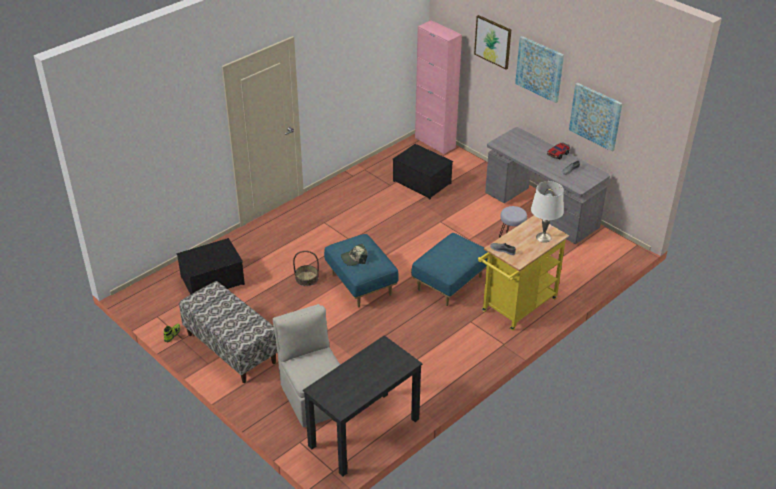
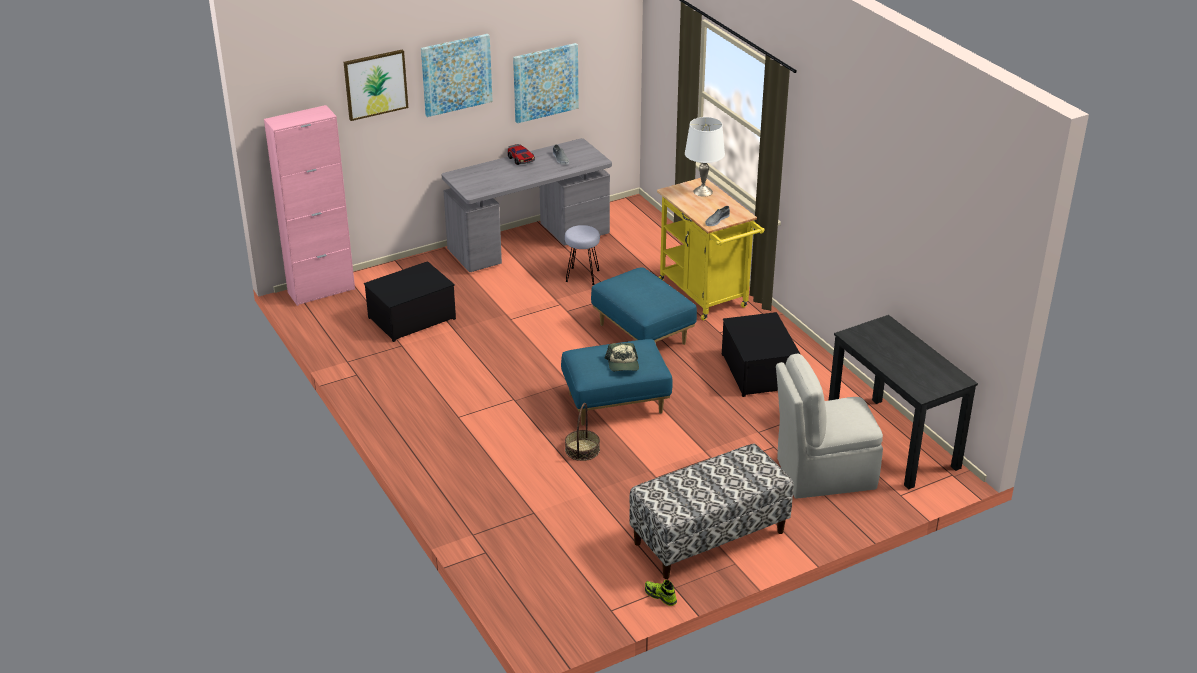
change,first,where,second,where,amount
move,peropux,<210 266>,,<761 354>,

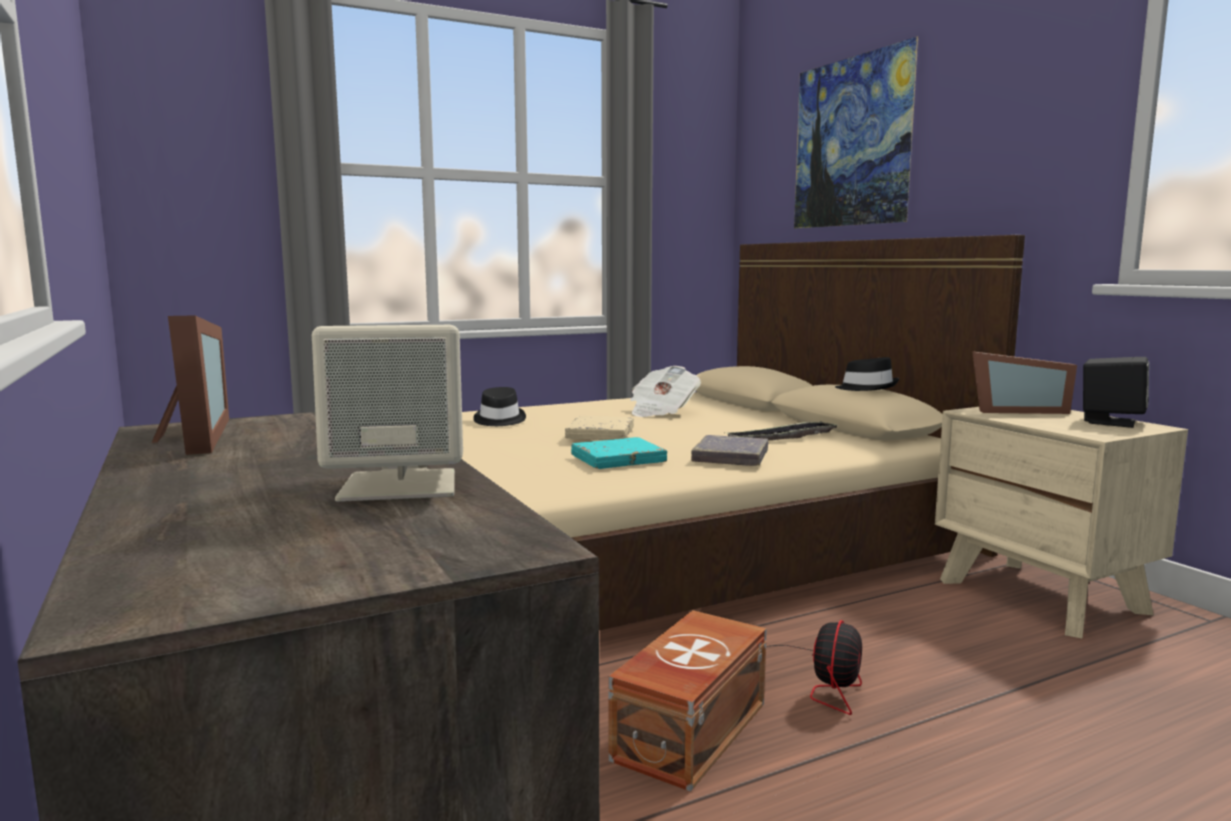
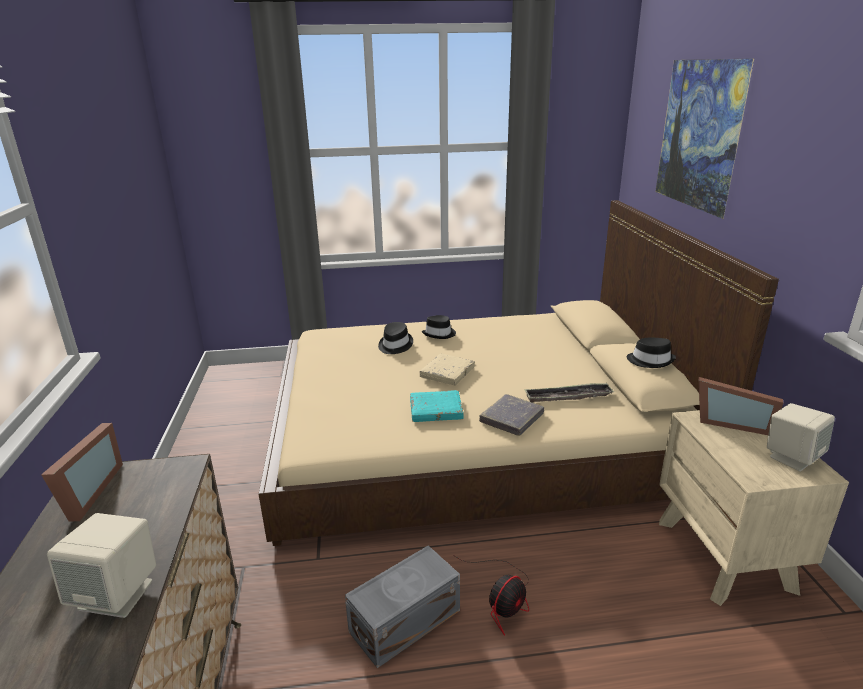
change,first,where,second,where,amount
recolor,brown peropux,<687 701>,grey peropux,<402 606>,
delete,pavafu,<665 391>,,,
recolor,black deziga,<1116 392>,beige deziga,<801 437>,
insert,,,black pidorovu,<438 327>,

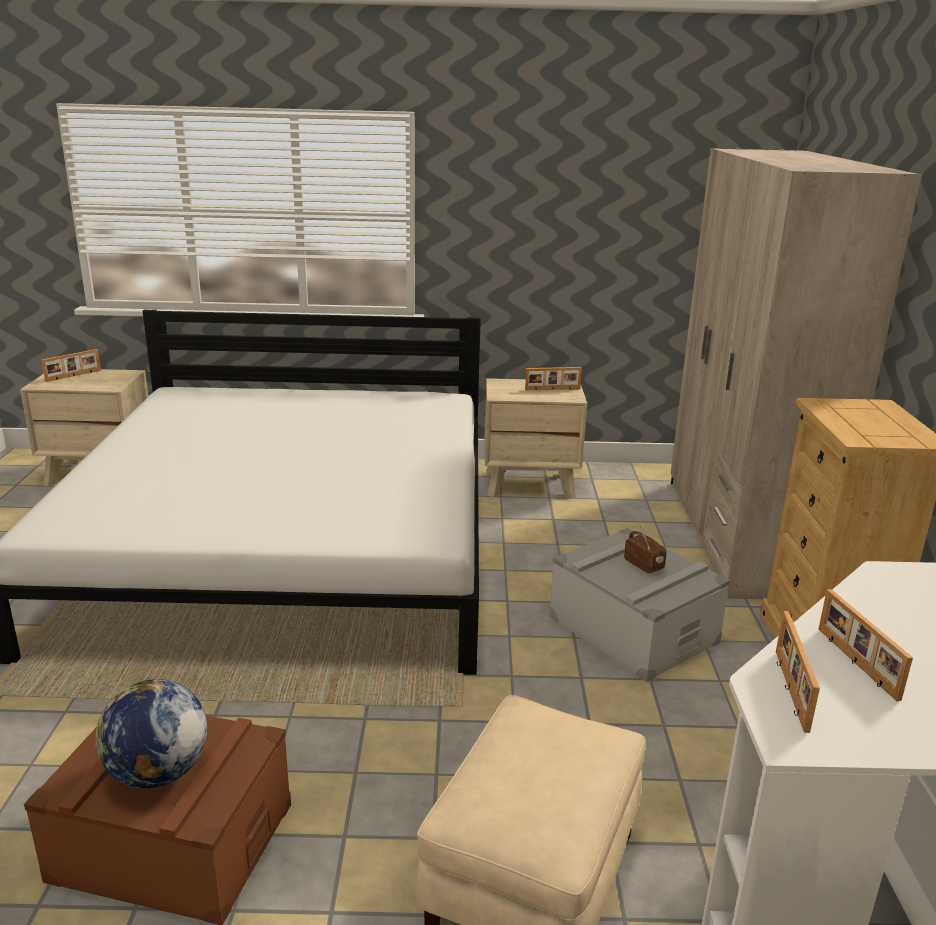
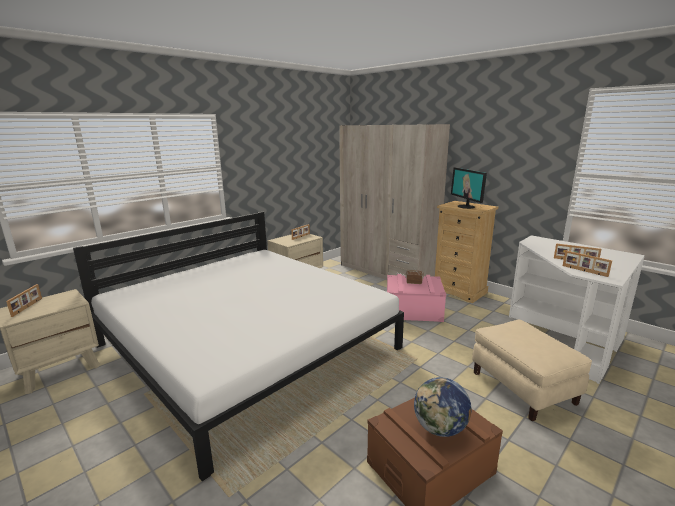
change,first,where,second,where,amount
recolor,grey peropux,<639 605>,pink peropux,<416 298>,
insert,,,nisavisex,<469 188>,

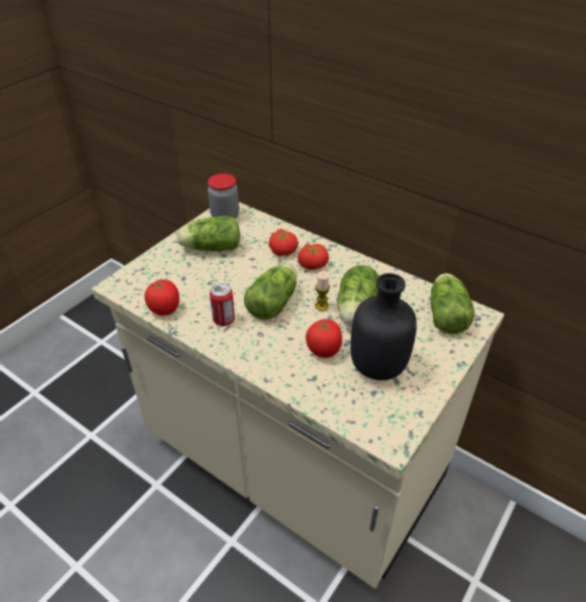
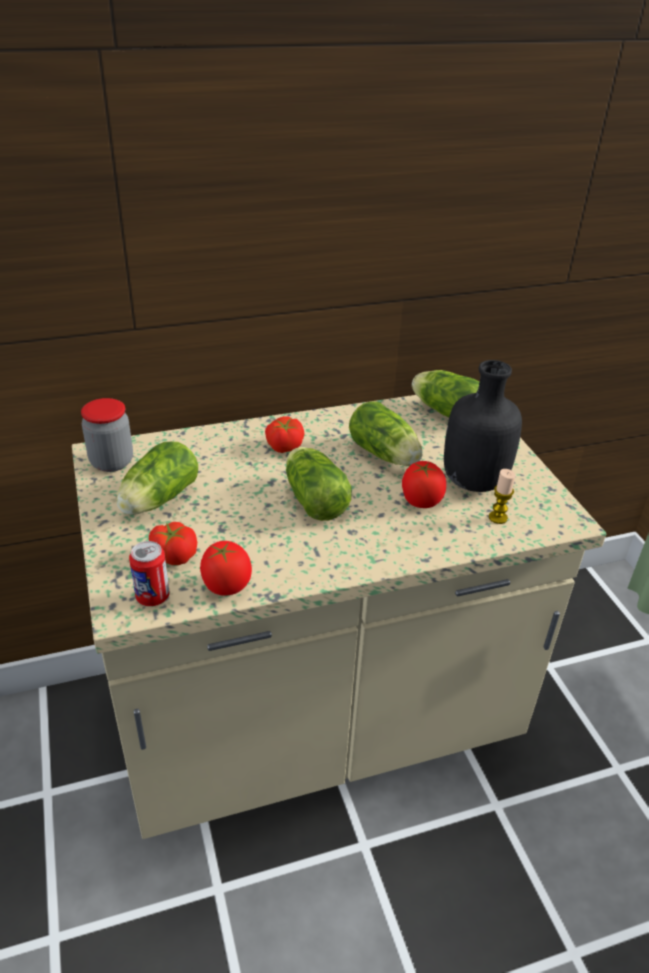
change,first,where,second,where,amount
move,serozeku,<222 304>,,<149 573>,
move,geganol,<283 242>,,<173 543>,
move,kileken,<322 291>,,<502 496>,

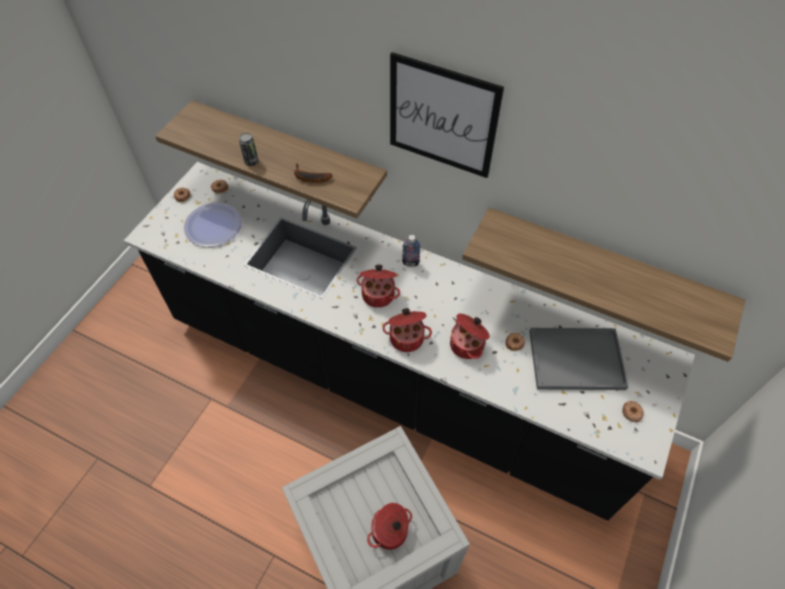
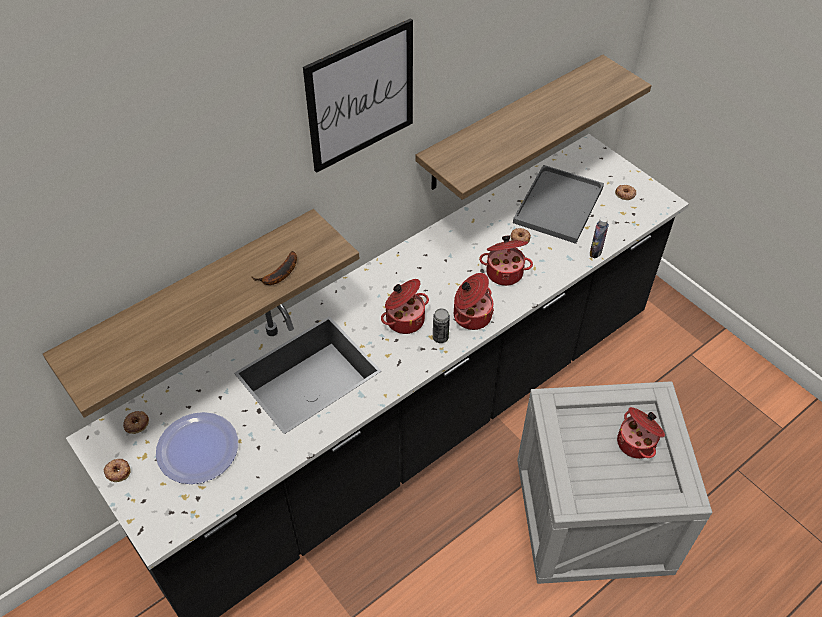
change,first,where,second,where,amount
move,serozeku,<248 149>,,<441 325>,
move,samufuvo,<411 251>,,<599 238>,

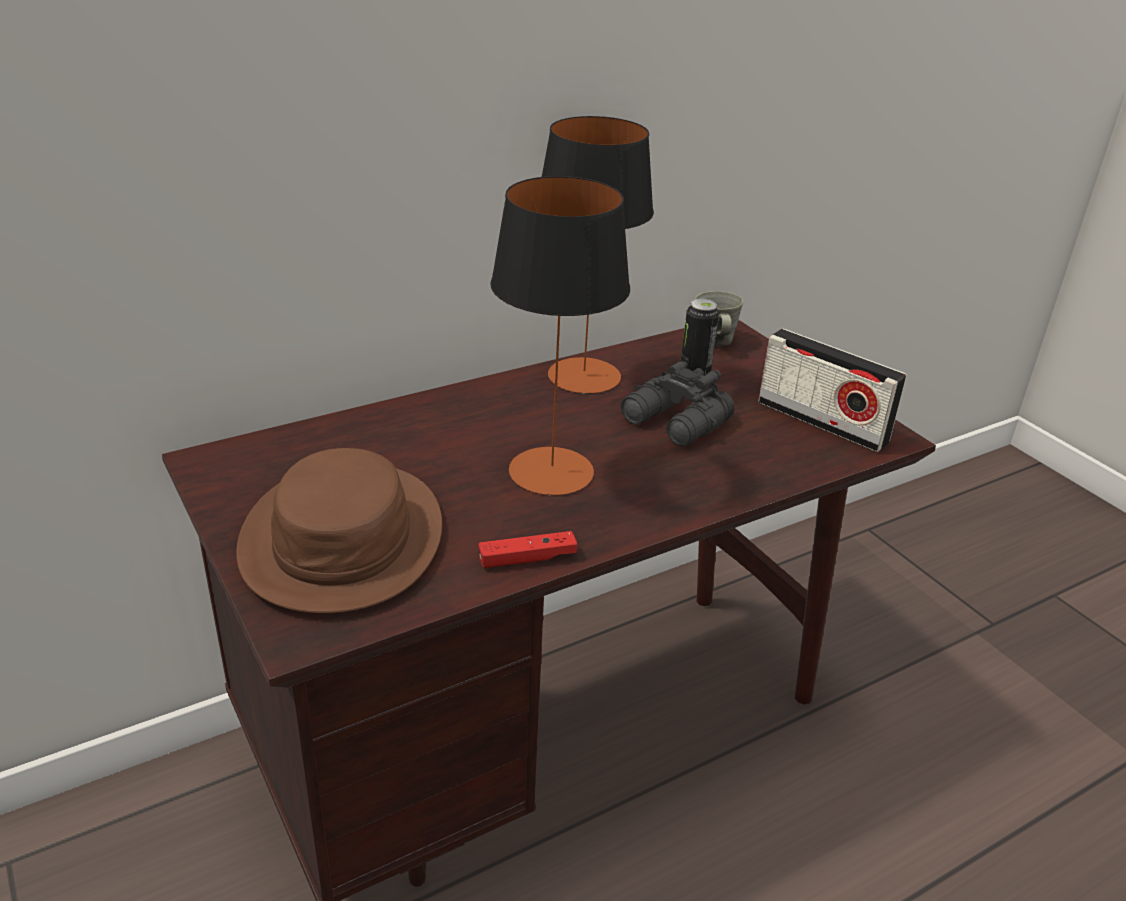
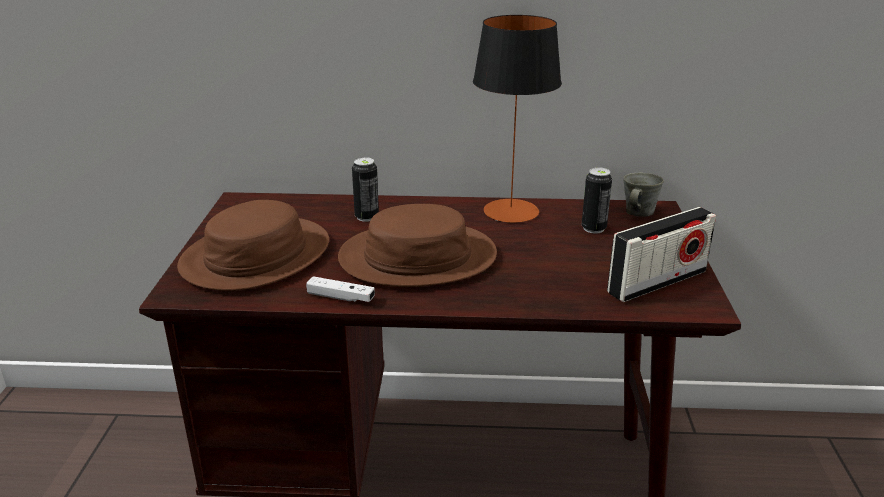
change,first,where,second,where,amount
recolor,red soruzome,<527 549>,white soruzome,<340 289>,
replace,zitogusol,<560 336>,brown pidorovu,<417 245>,
delete,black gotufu,<678 403>,,,
rotate,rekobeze,<832 390>,,<661 254>,105 degrees counterclockwise
insert,,,serozeku,<365 189>,

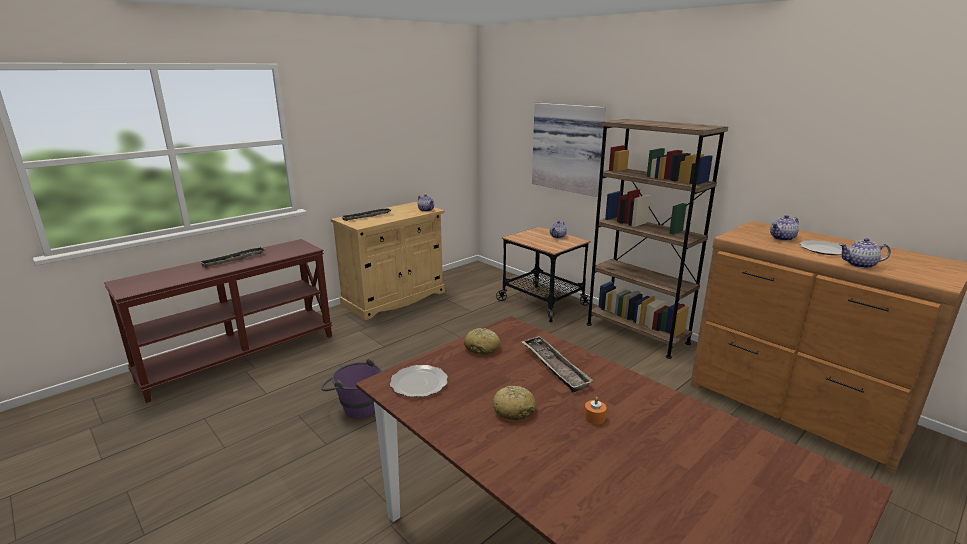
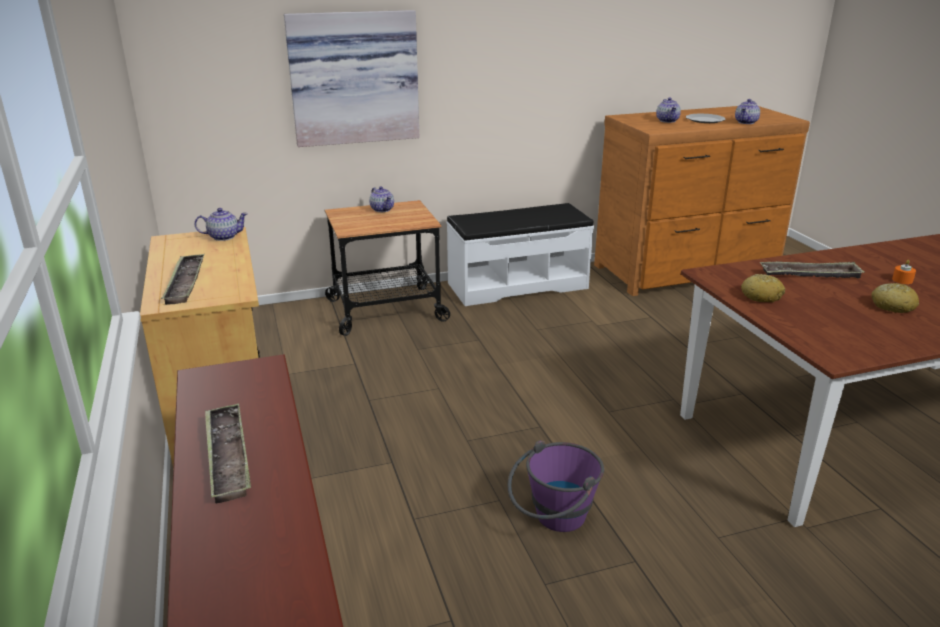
change,first,where,second,where,amount
delete,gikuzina,<419 381>,,,
replace,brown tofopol,<657 239>,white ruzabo,<520 254>,

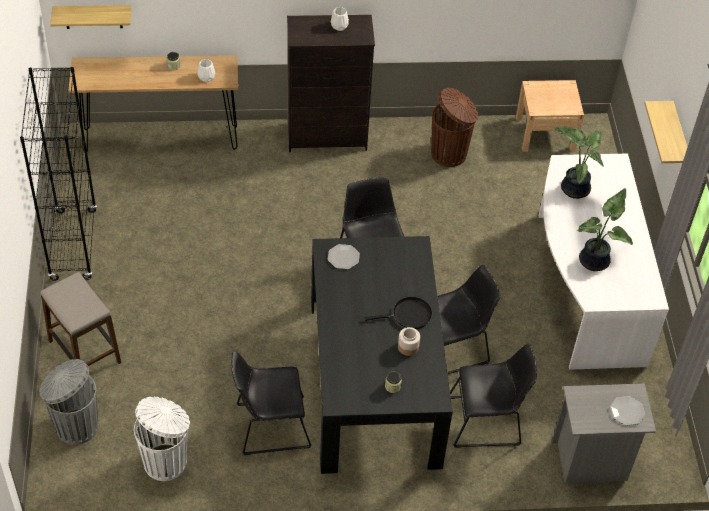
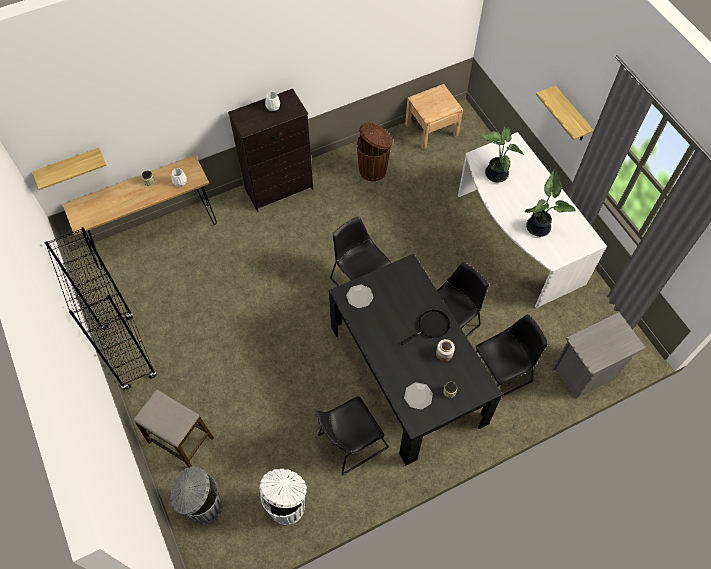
change,first,where,second,where,amount
move,gikuzina,<627 411>,,<418 396>,

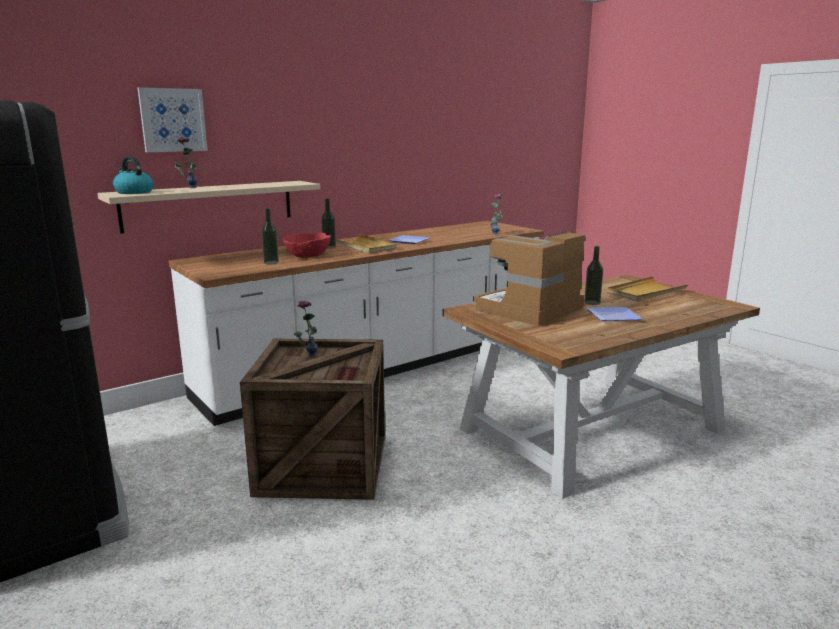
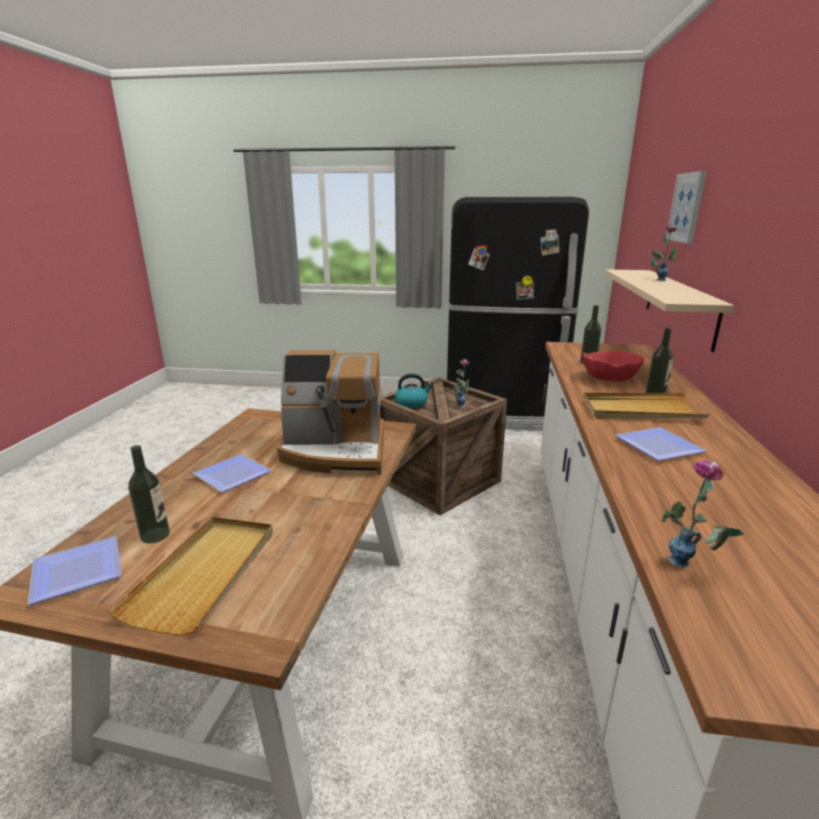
change,first,where,second,where,amount
move,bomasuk,<133 175>,,<414 390>,
rotate,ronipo,<529 278>,,<330 412>,90 degrees clockwise
move,samufuvo,<593 275>,,<149 494>,
insert,,,gikuzina,<74 570>,

